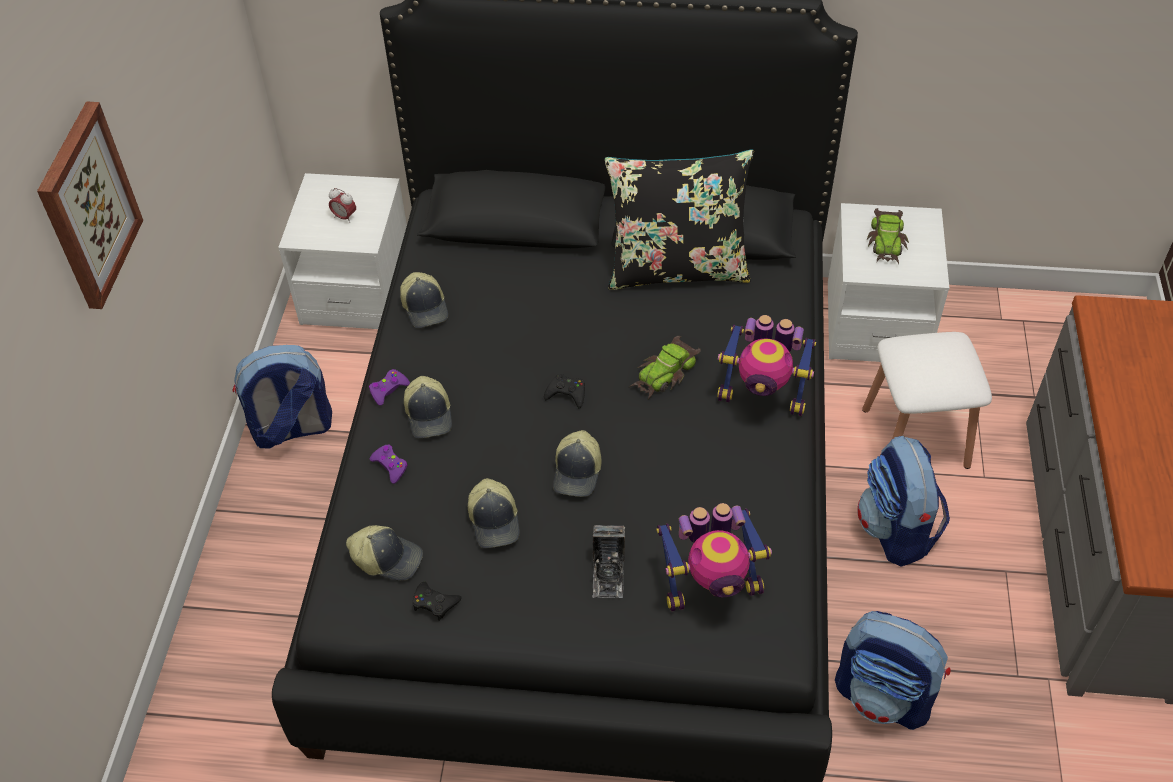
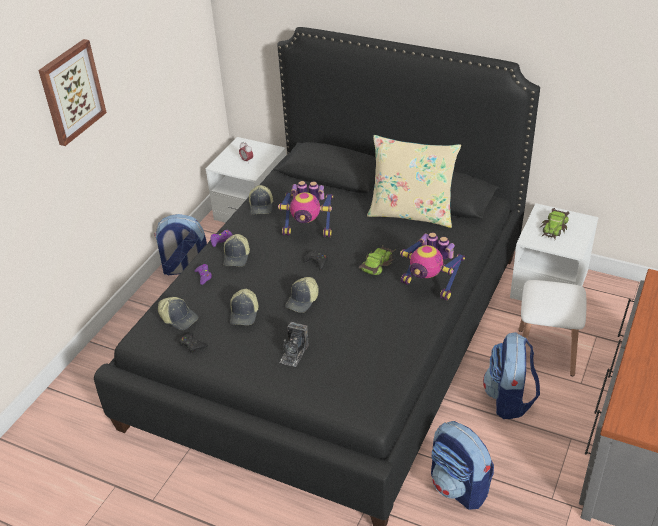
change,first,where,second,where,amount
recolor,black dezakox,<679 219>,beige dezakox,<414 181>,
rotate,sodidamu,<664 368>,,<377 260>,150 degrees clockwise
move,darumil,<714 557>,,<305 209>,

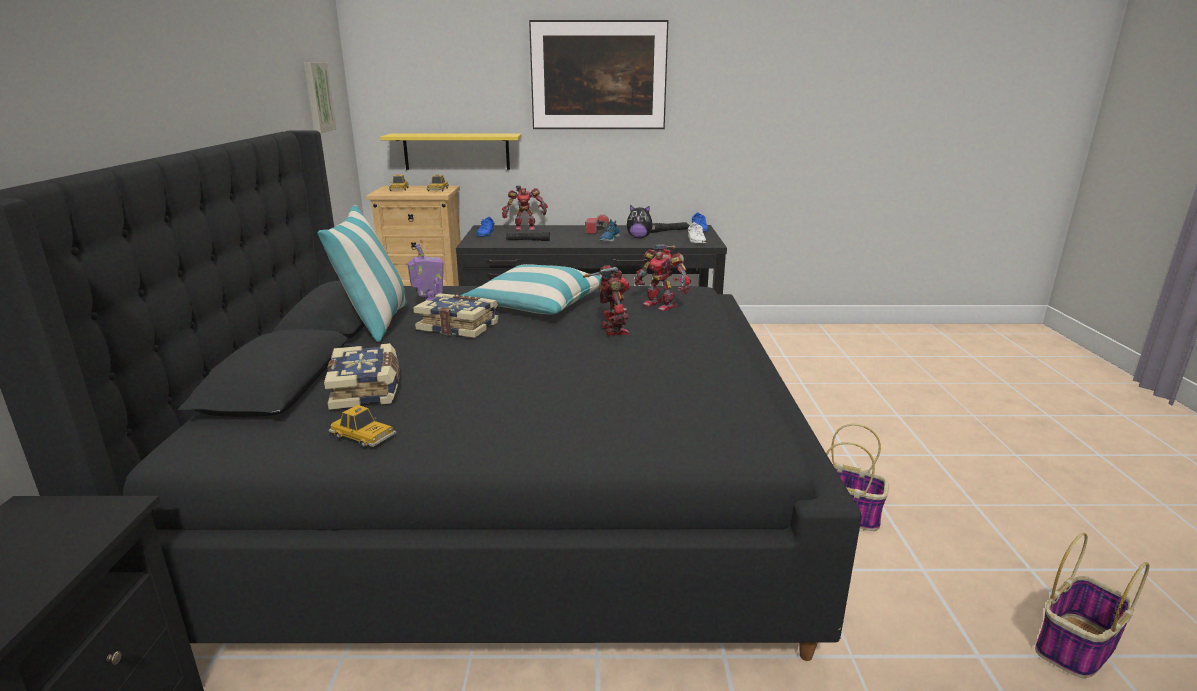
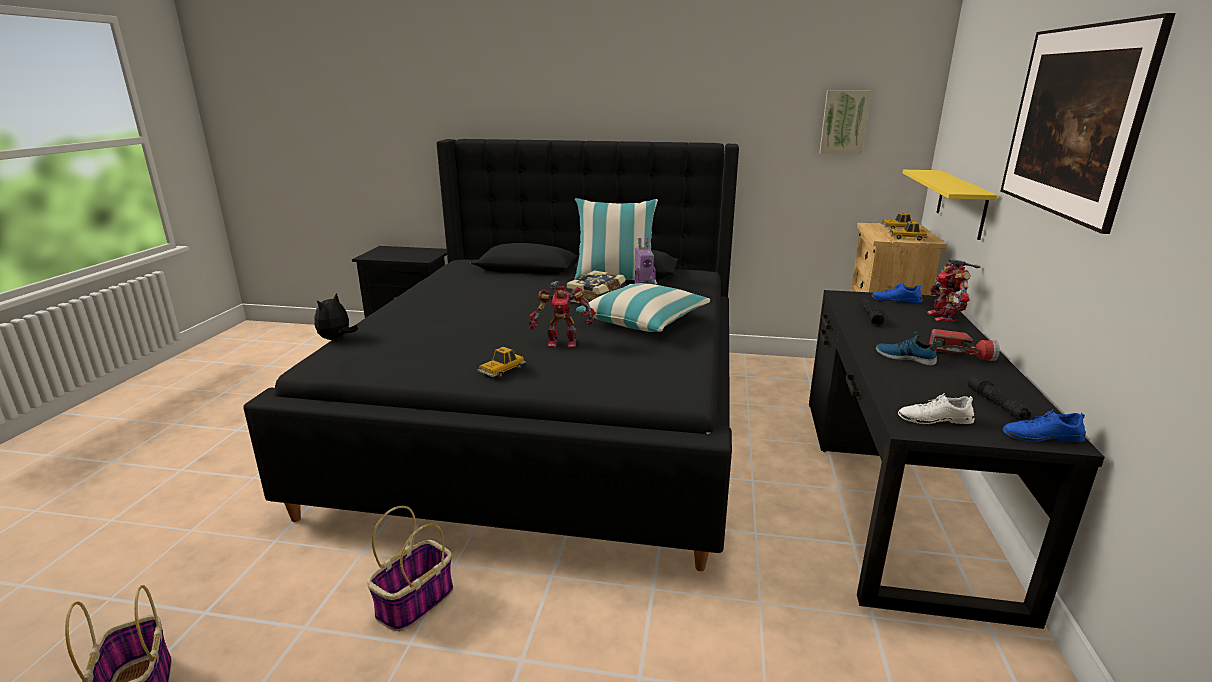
change,first,where,second,where,amount
delete,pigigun,<362 376>,,,
move,sodidamu,<362 426>,,<502 362>,
move,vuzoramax,<641 221>,,<336 316>,
delete,darumil,<662 278>,,,

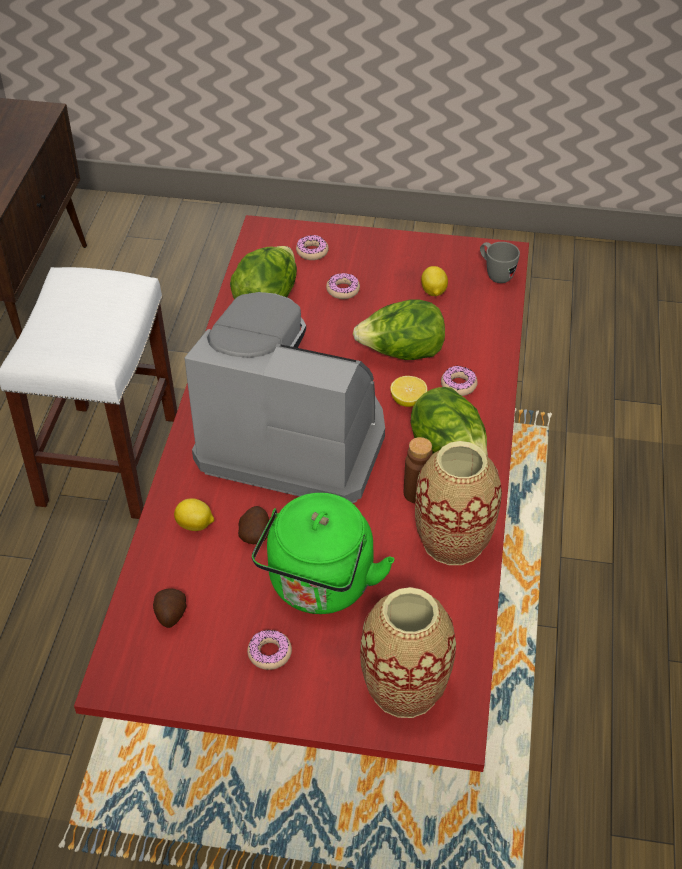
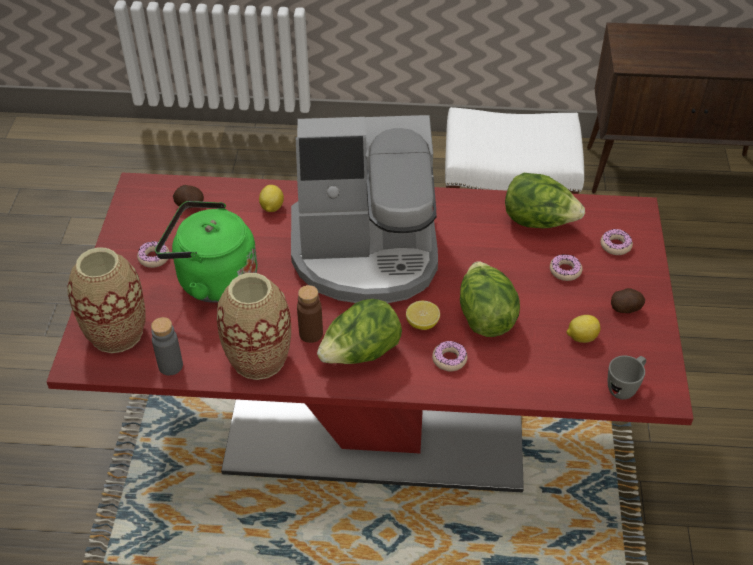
change,first,where,second,where,amount
rotate,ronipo,<285 397>,,<364 209>,75 degrees clockwise
move,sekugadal,<253 525>,,<628 300>,
insert,,,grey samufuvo,<167 346>,

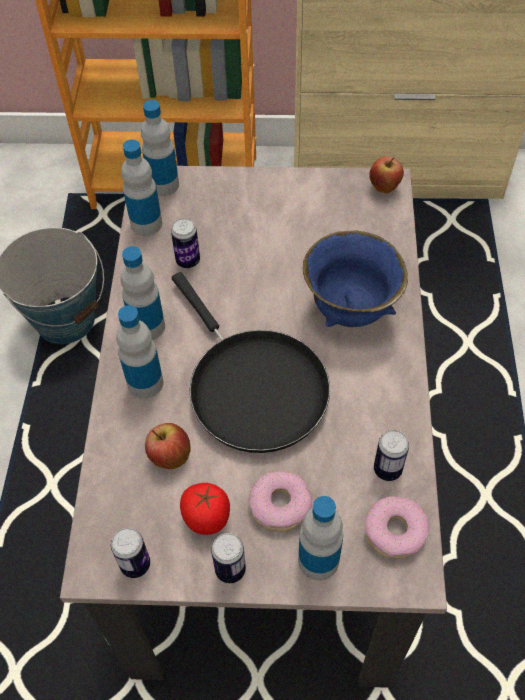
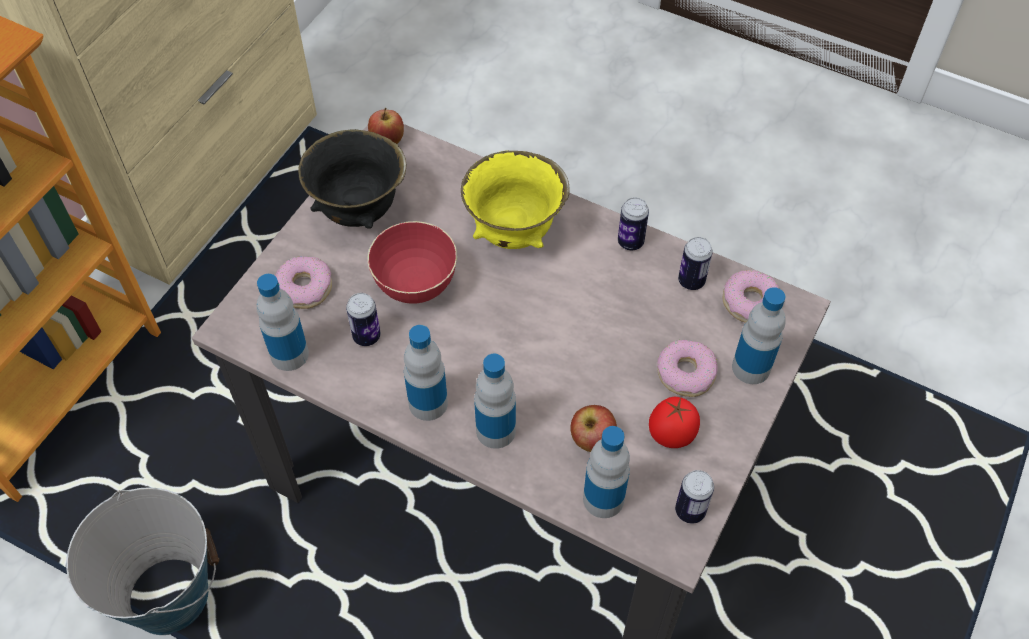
change,first,where,second,where,amount
move,samufuvo,<160 148>,,<606 472>,
delete,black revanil,<251 362>,,,
move,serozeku,<228 558>,,<633 223>,
recolor,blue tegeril,<355 279>,yellow tegeril,<515 200>,
insert,,,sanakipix,<303 282>,
insert,,,black tegeril,<352 179>,
insert,,,red tegeril,<412 262>,

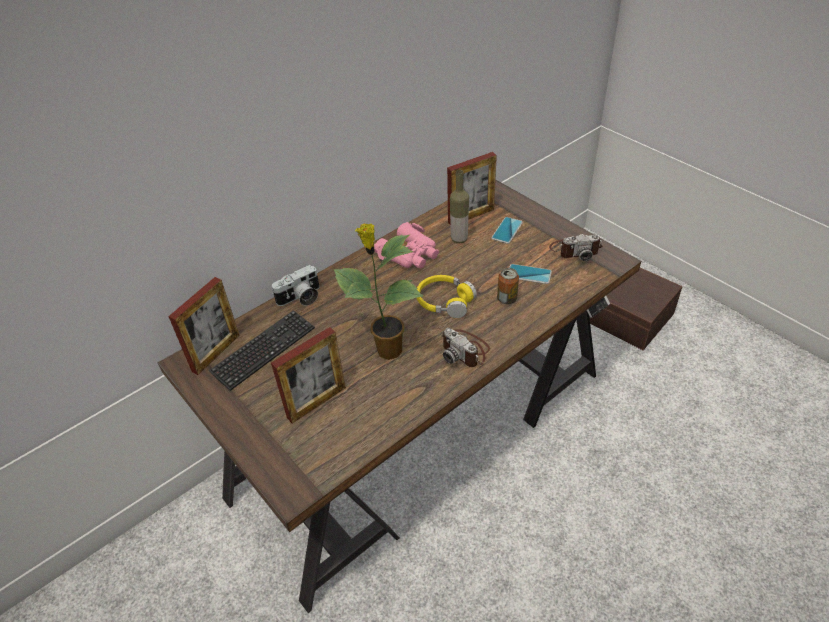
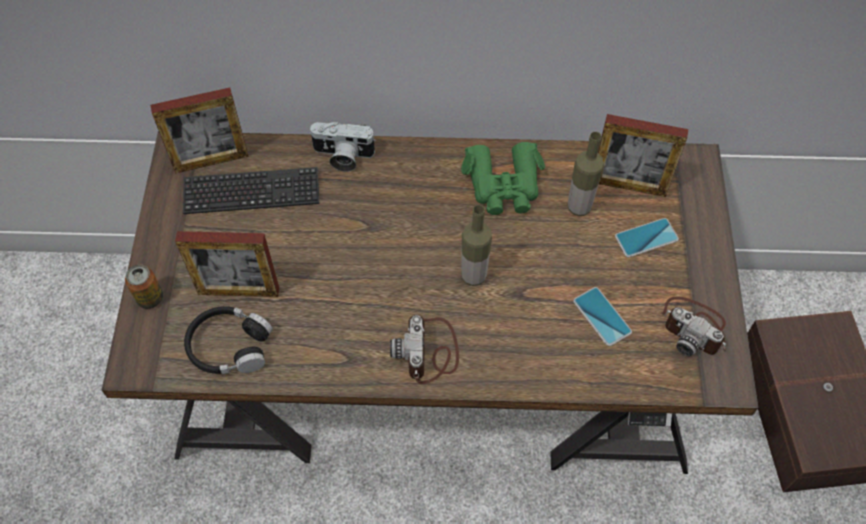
change,first,where,second,where,amount
delete,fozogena,<378 292>,,,
recolor,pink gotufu,<406 245>,green gotufu,<503 178>,
replace,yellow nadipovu,<447 296>,samufuvo,<476 245>,
move,serozeku,<508 286>,,<144 286>,
insert,,,black nadipovu,<228 340>,

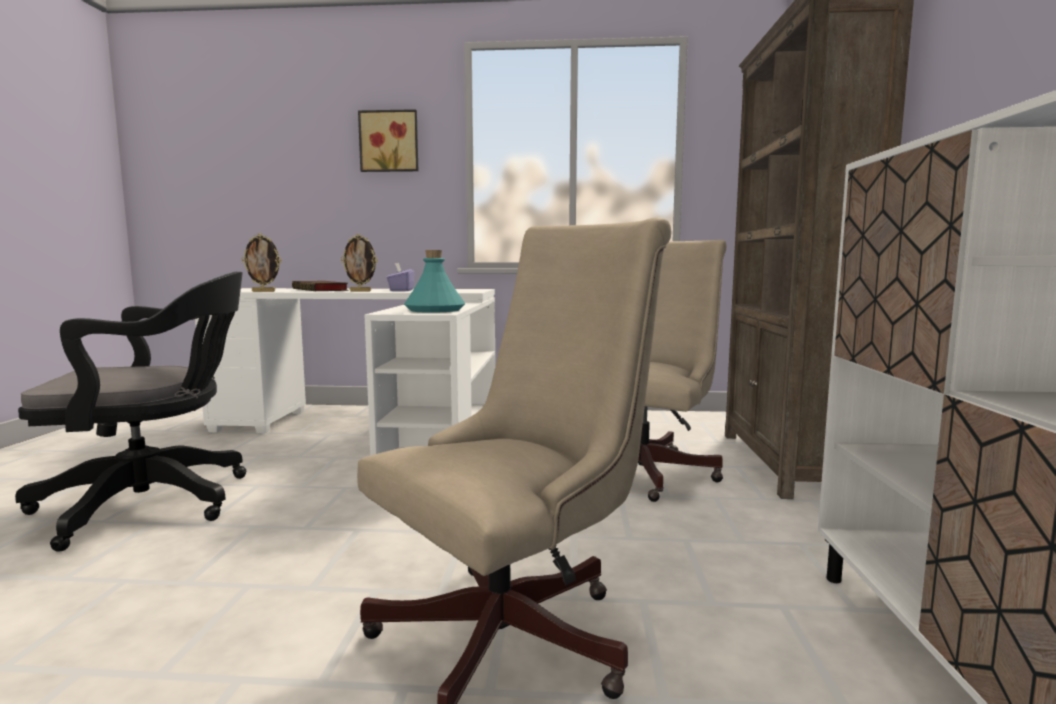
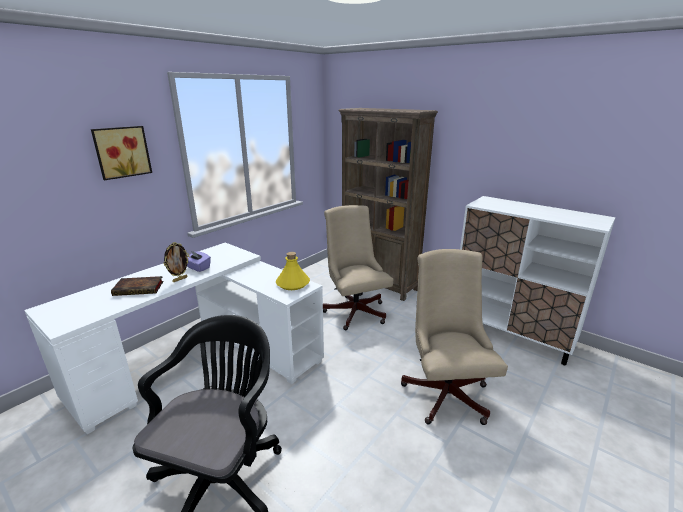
change,first,where,second,where,amount
delete,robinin,<261 263>,,,
recolor,turquoise samufuvo,<434 281>,yellow samufuvo,<293 271>,

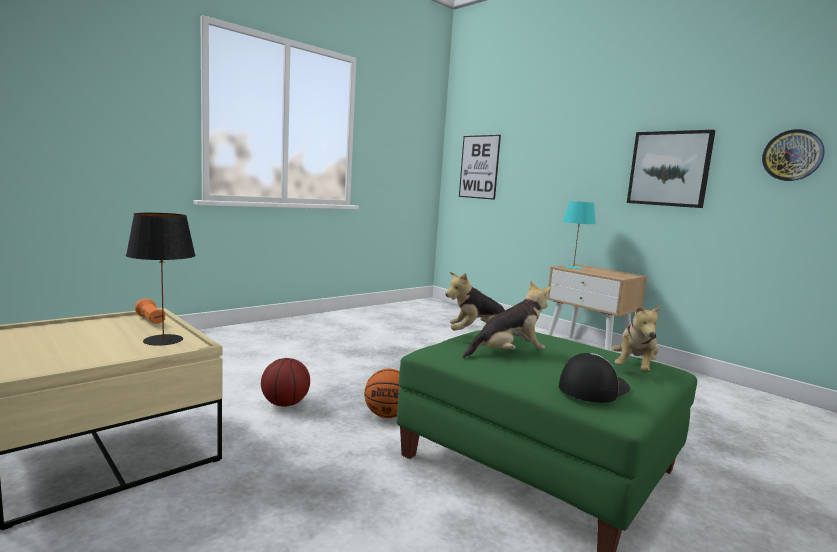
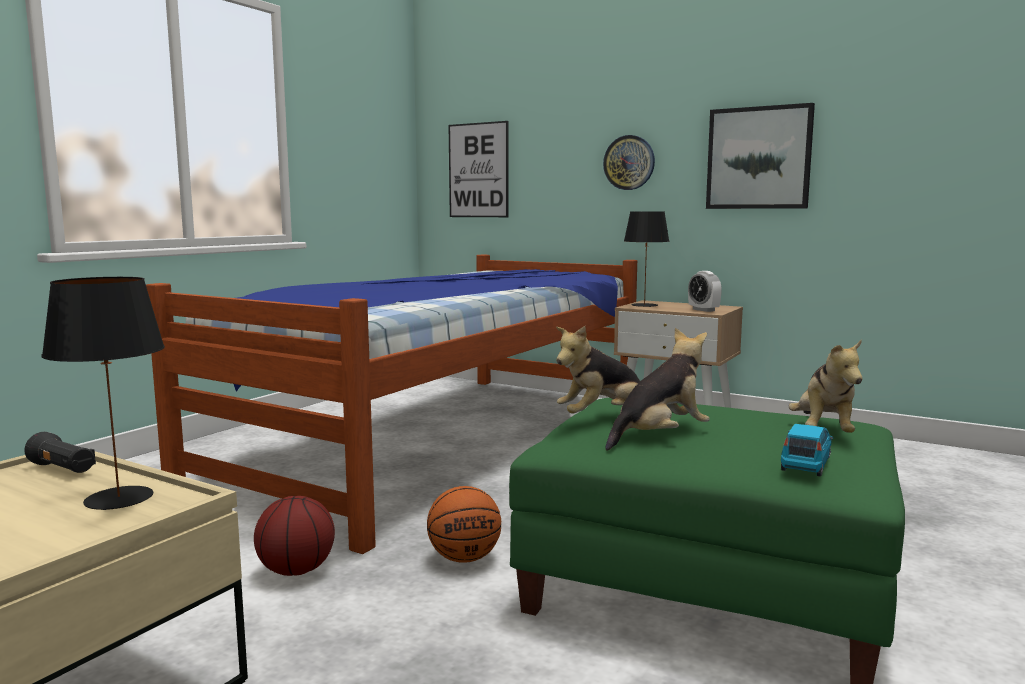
change,first,where,second,where,amount
recolor,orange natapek,<150 311>,black natapek,<60 452>,
replace,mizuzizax,<594 378>,blue sodidamu,<807 450>,
recolor,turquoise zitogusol,<579 235>,black zitogusol,<647 259>,
move,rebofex,<793 155>,,<629 162>,
insert,,,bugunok,<391 404>,
insert,,,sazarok,<705 291>,

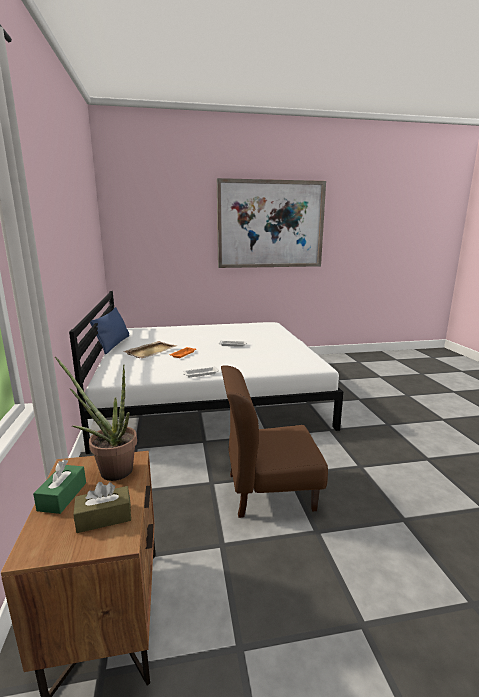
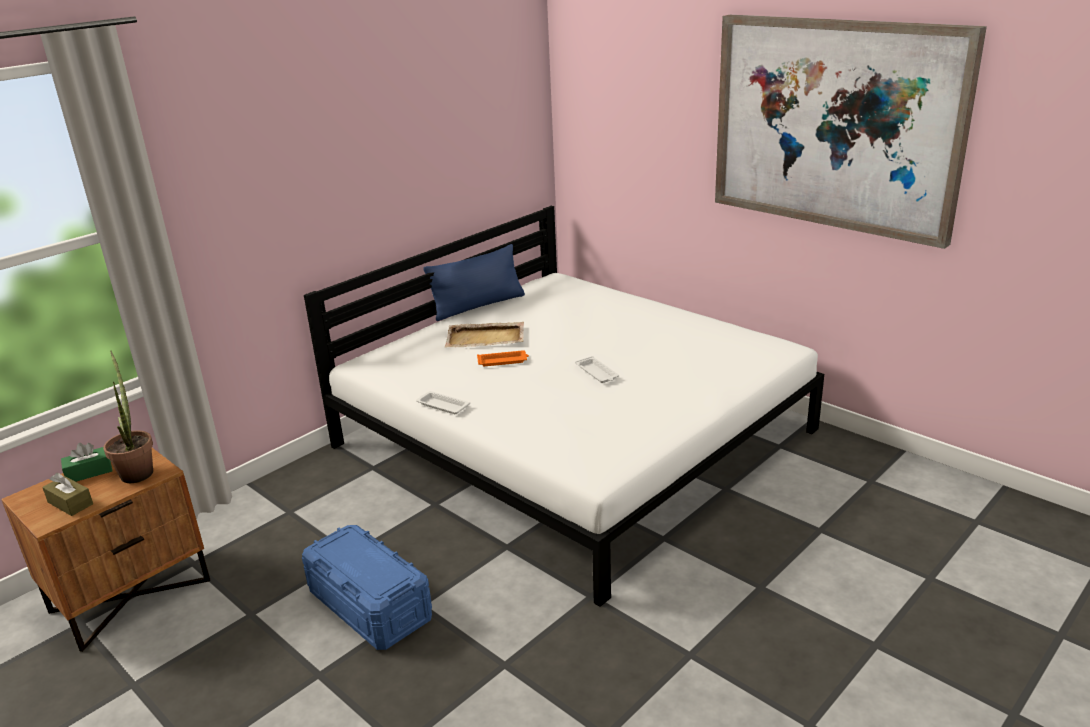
change,first,where,second,where,amount
replace,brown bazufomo,<274 441>,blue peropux,<367 587>,

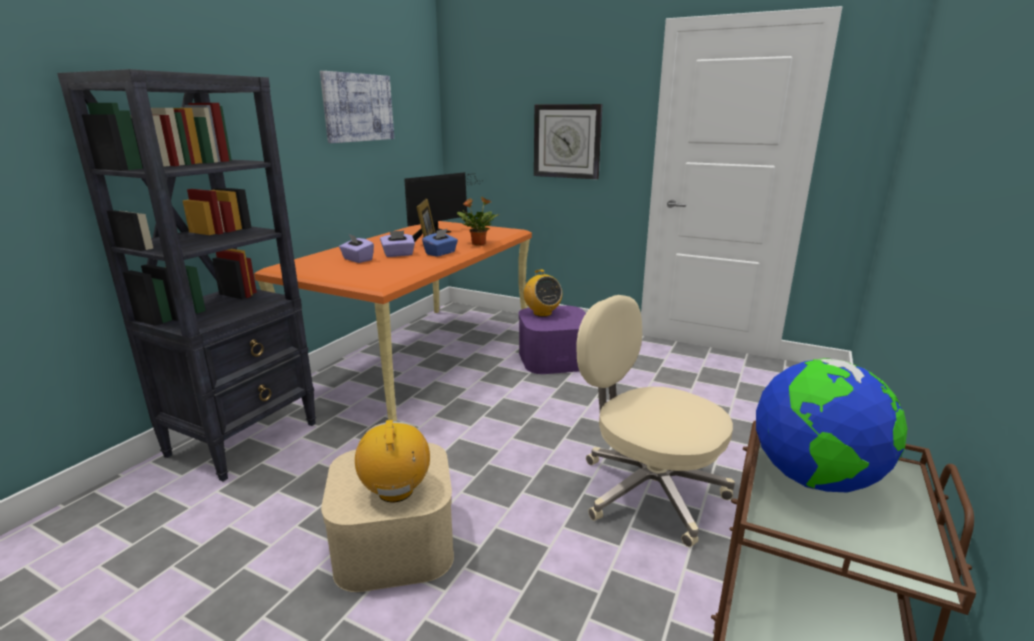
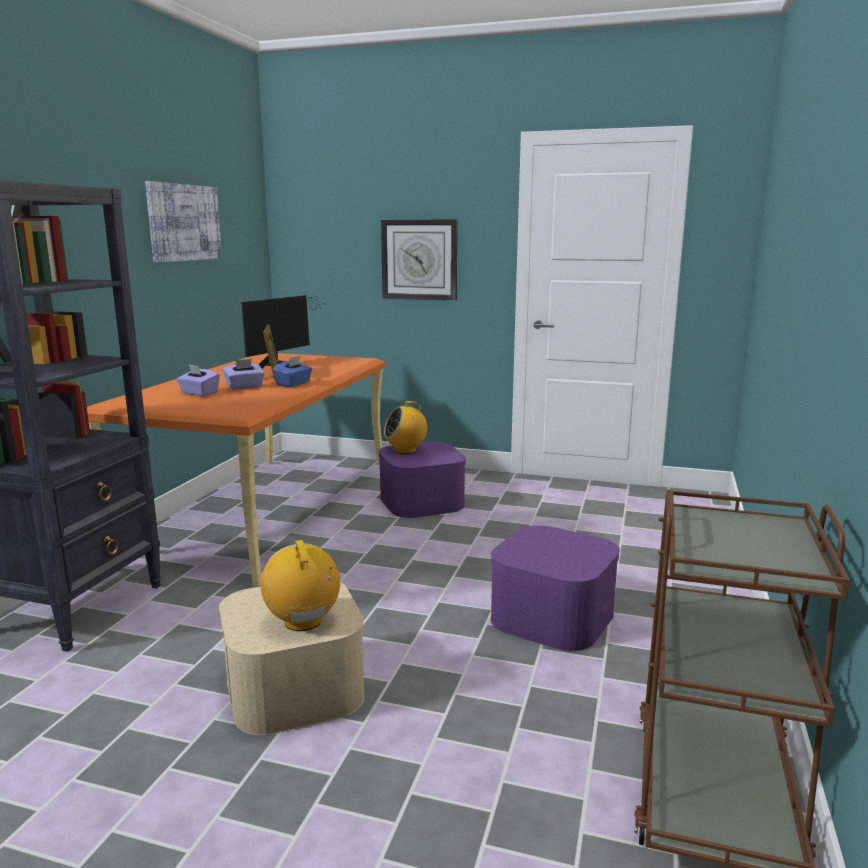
change,first,where,second,where,amount
delete,fozogena,<478 221>,,,
rotate,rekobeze,<543 293>,,<405 427>,105 degrees clockwise
replace,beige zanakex,<655 421>,purple peropux,<555 588>,
delete,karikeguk,<831 425>,,,

